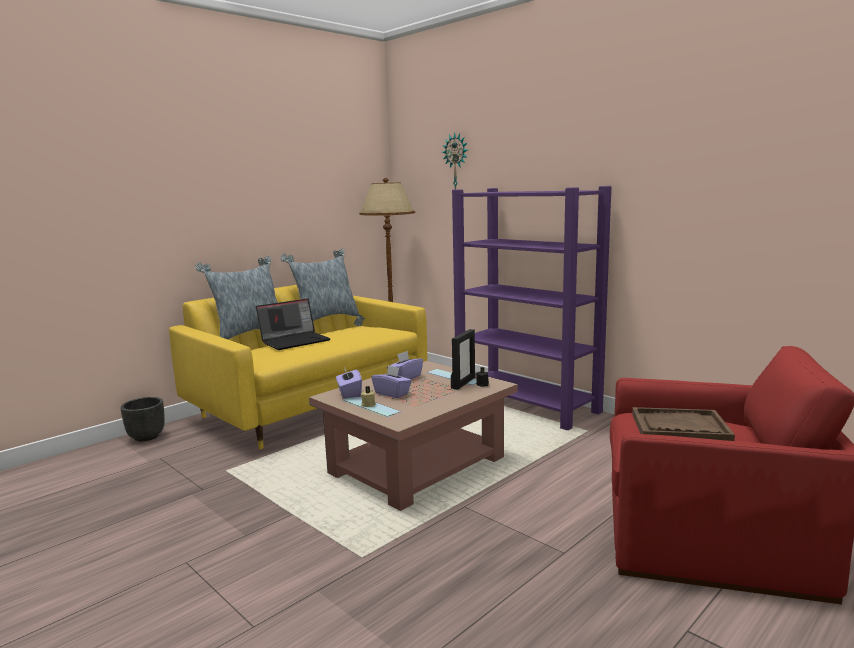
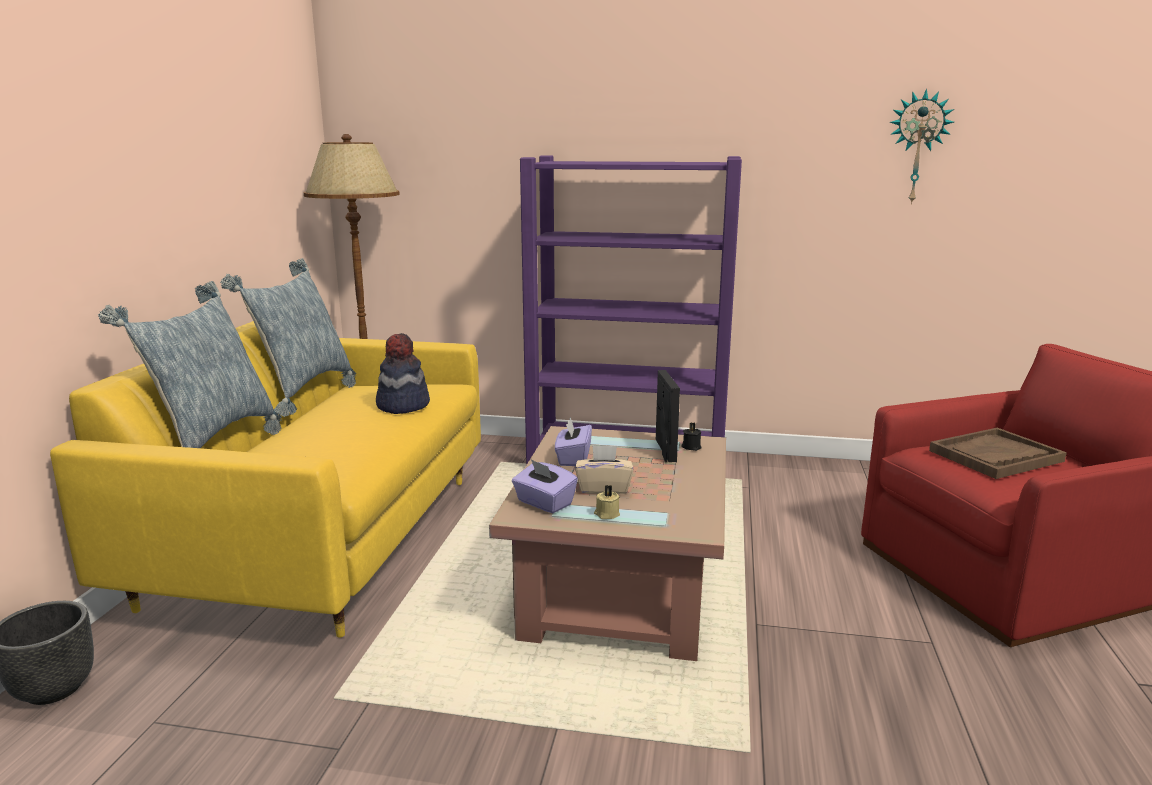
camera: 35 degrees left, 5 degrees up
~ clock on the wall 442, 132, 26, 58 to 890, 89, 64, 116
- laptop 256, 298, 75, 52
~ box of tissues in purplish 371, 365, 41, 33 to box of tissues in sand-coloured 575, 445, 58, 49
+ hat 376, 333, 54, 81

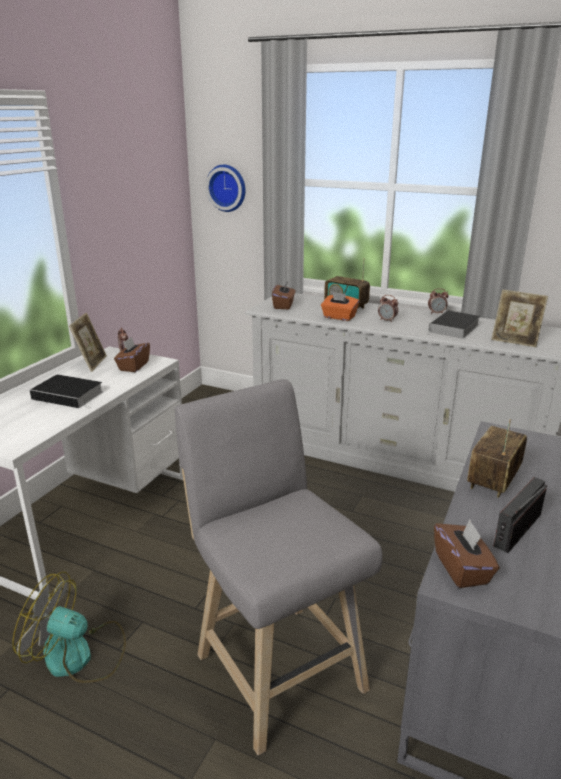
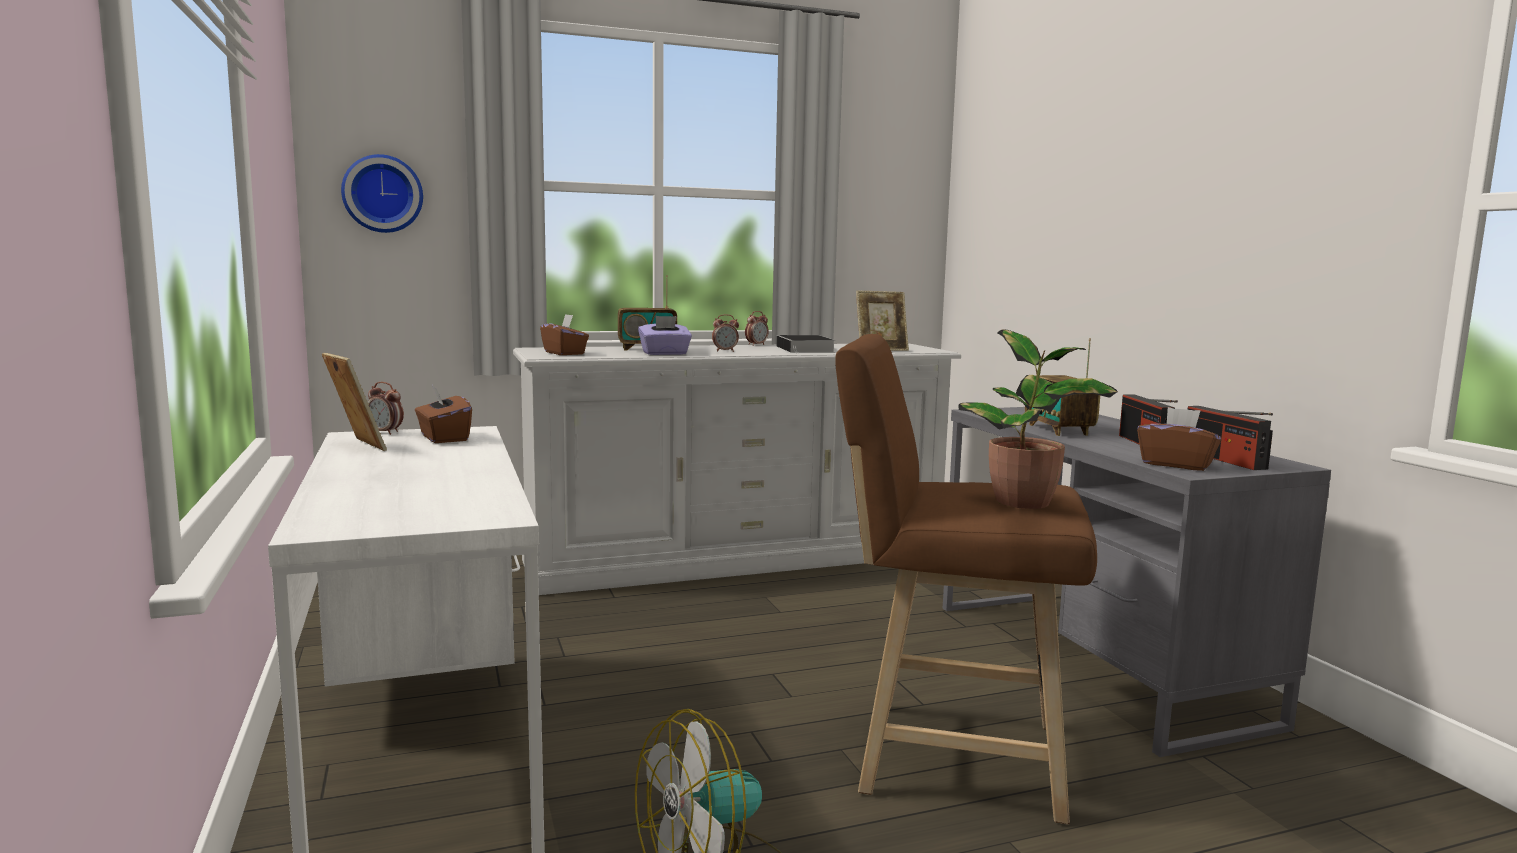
camera: 45 degrees left, 15 degrees down
~ box of tissues in orange 321, 292, 38, 29 to box of tissues in purplish 638, 316, 54, 39
- book 30, 375, 73, 34
~ sitting stool in greyish 175, 379, 208, 377 to sitting stool in brownish 835, 334, 262, 490
+ potted plant 959, 330, 159, 179
+ radio set 1187, 406, 86, 64

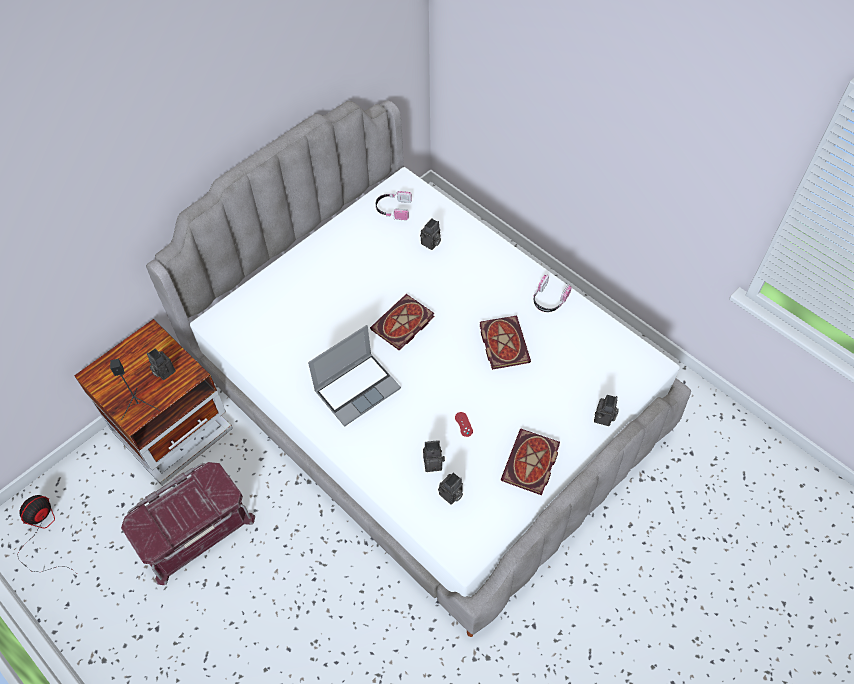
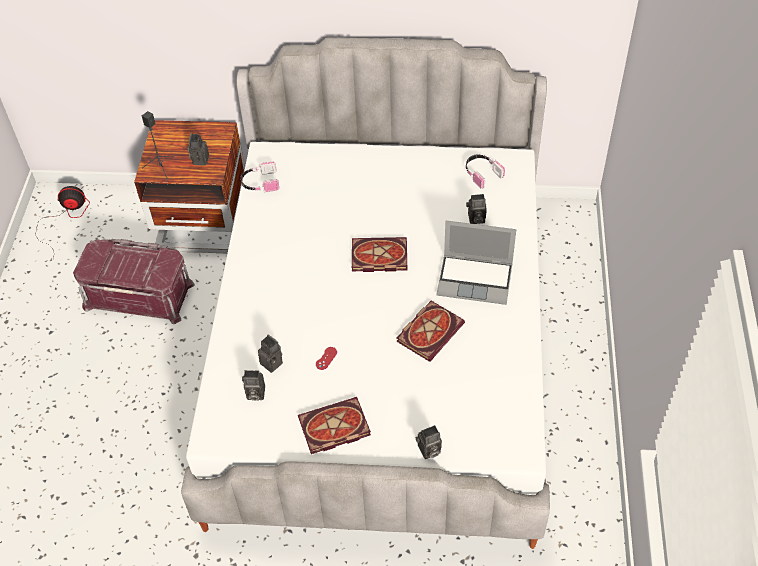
camera: 50 degrees right, 5 degrees down
~ headphones 534, 275, 38, 37 to 241, 162, 38, 30
~ laptop 308, 325, 93, 102 to 437, 221, 79, 84

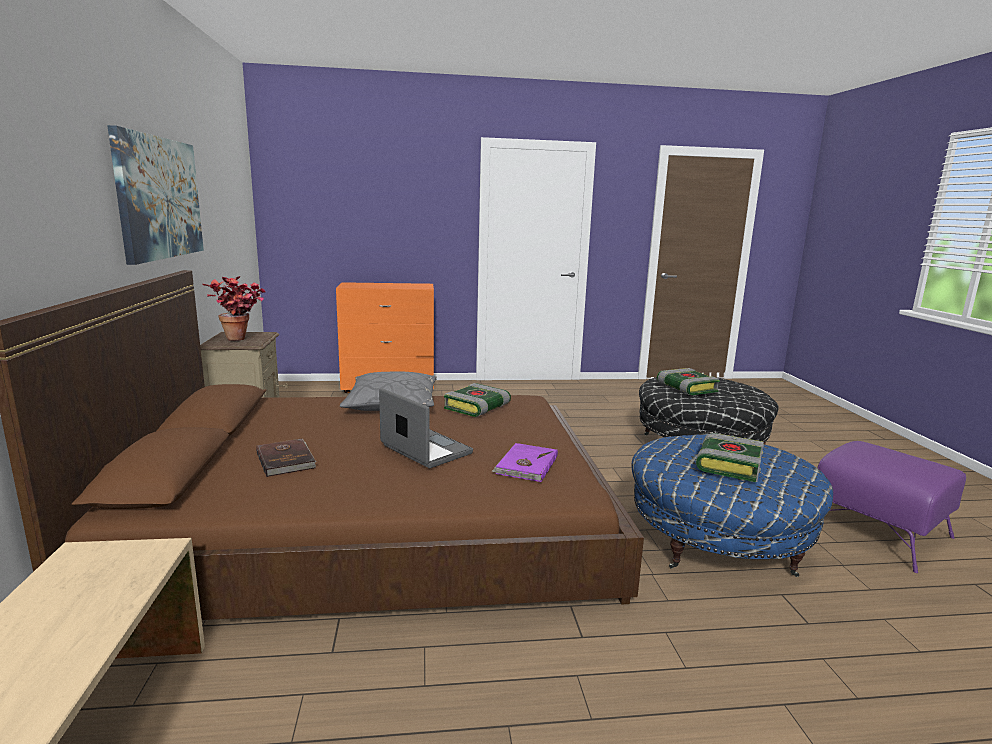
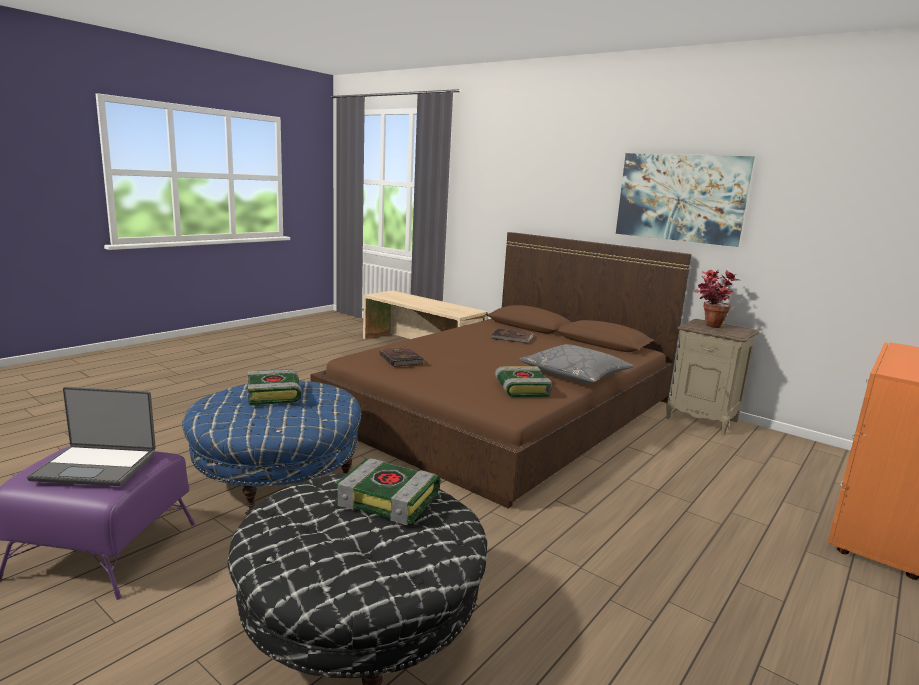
camera: 135 degrees right, 0 degrees up
~ laptop 379, 388, 94, 80 to 27, 387, 129, 99
~ book in purplish 492, 443, 66, 39 to book in brownish 379, 347, 45, 20

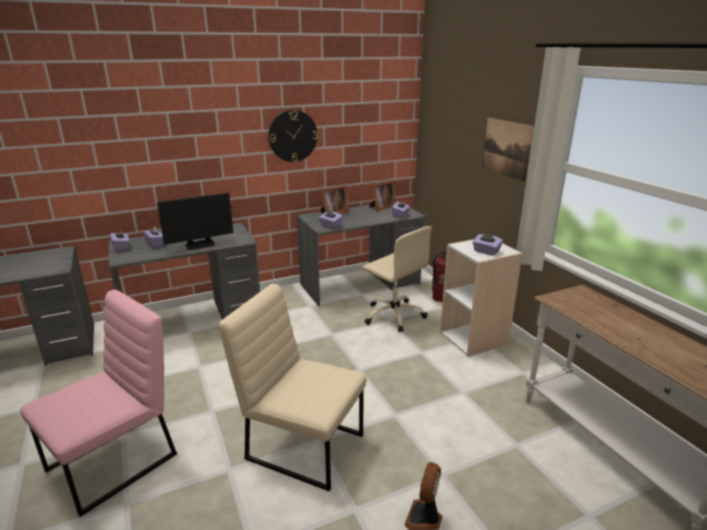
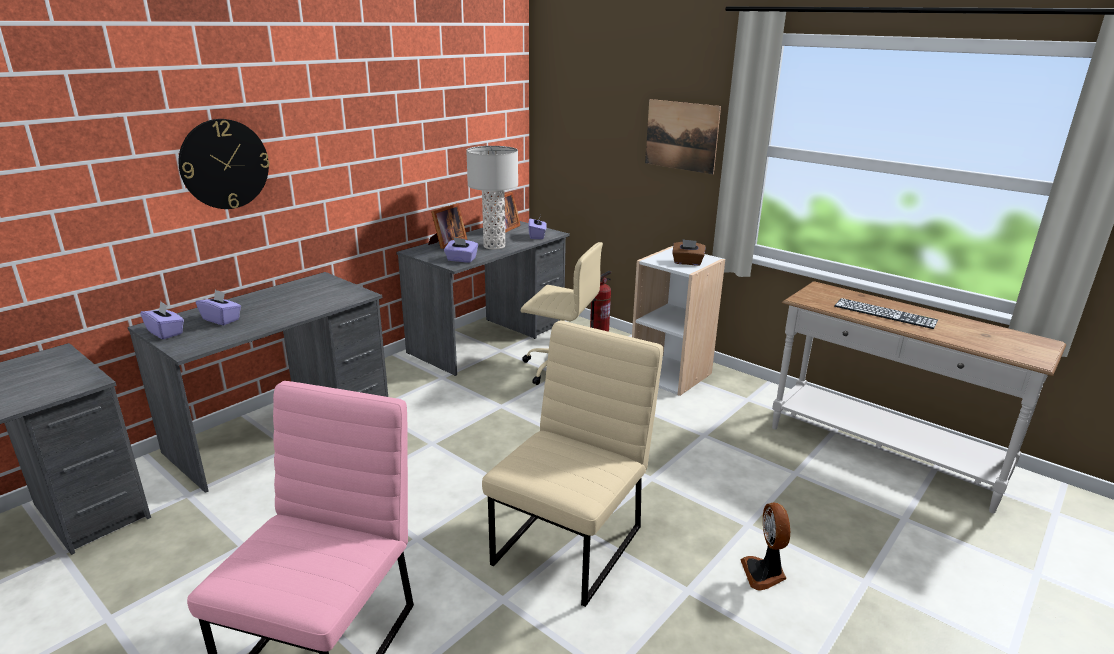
camera: 25 degrees left, 0 degrees up
~ clock on the wall 268, 110, 50, 52 to 179, 119, 91, 90
- computer display 157, 193, 76, 57
~ box of tissues in purplish 473, 232, 30, 24 to box of tissues in brownish 672, 239, 34, 27
~ plain chair in sand-coloured 219, 284, 147, 207 = 482, 321, 181, 286 120 degrees clockwise
+ lamp for a table in whitish 466, 146, 52, 104
+ computer keyboard 834, 298, 104, 31

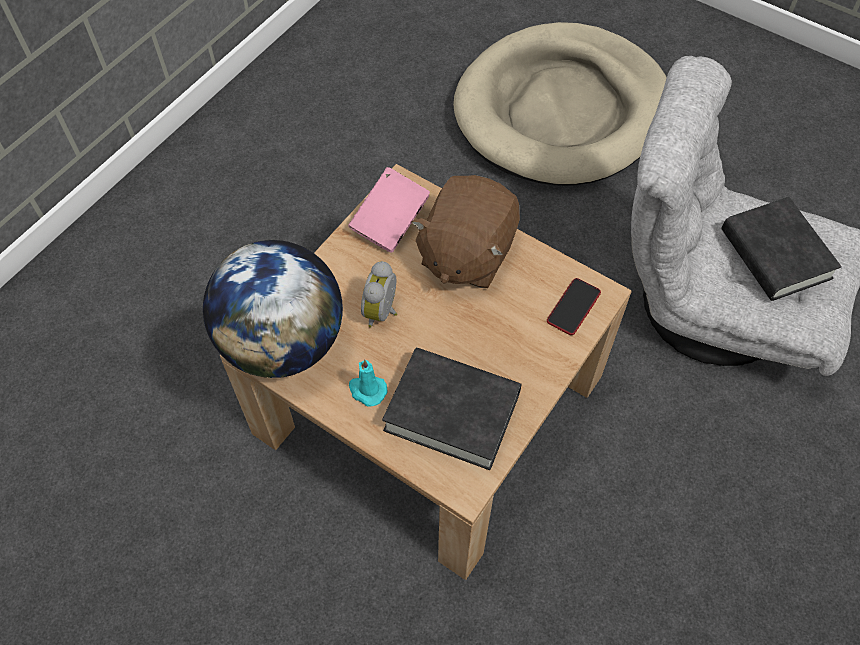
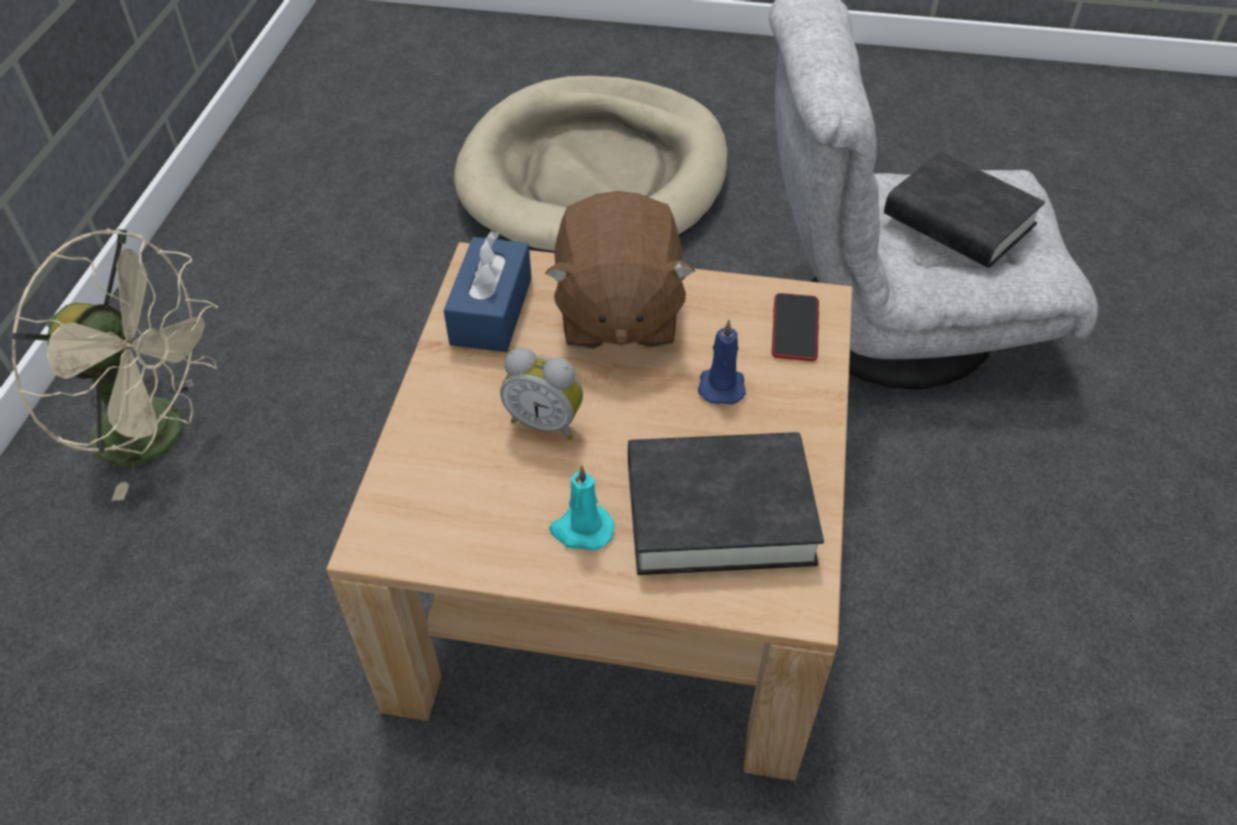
camera: 25 degrees left, 10 degrees down
~ book in pink-coloured 348, 167, 82, 86 to box of tissues in bluish 444, 231, 88, 121
- world globe 203, 240, 140, 138
~ alarm clock 361, 261, 36, 67 = 500, 347, 83, 93 60 degrees counterclockwise
+ electric fan in sand-coloured 9, 229, 209, 271
+ candle in bluish 698, 320, 48, 85

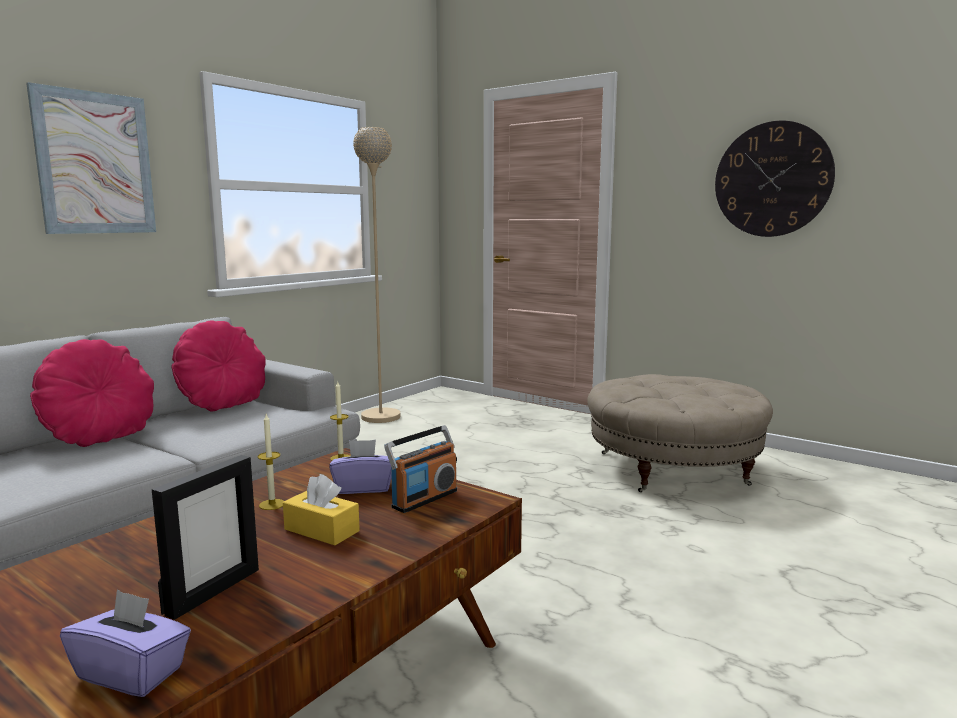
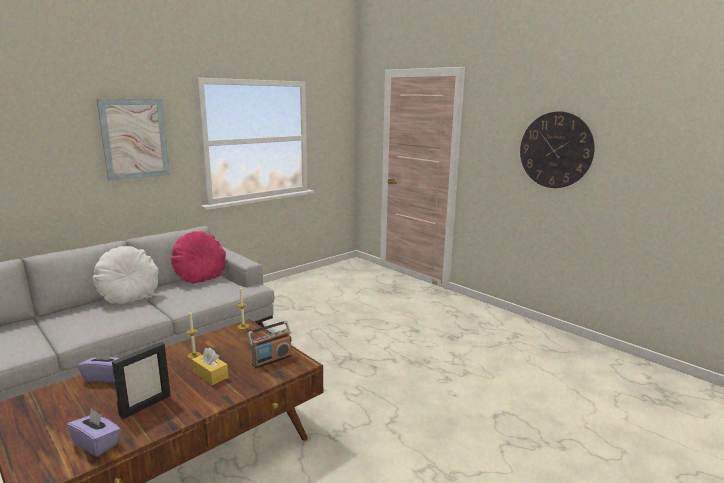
camera: 10 degrees right, 5 degrees up
- standard lamp in sand-coloured 353, 127, 47, 296
~ throw pillow in pink-coloured 30, 339, 124, 108 to throw pillow in whitish 93, 246, 66, 59
- ottoman in sand-coloured 587, 374, 186, 118
~ box of tissues in purplish 329, 440, 63, 54 to 78, 349, 41, 34

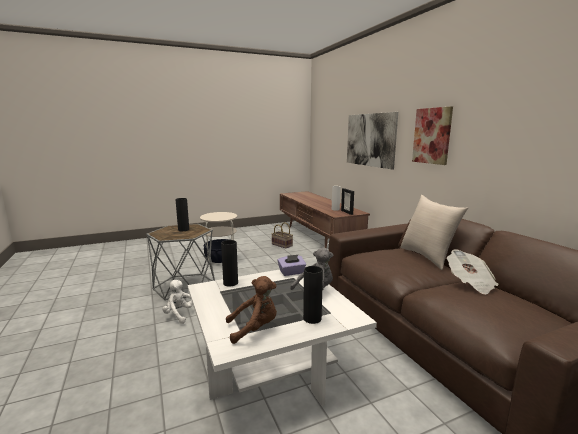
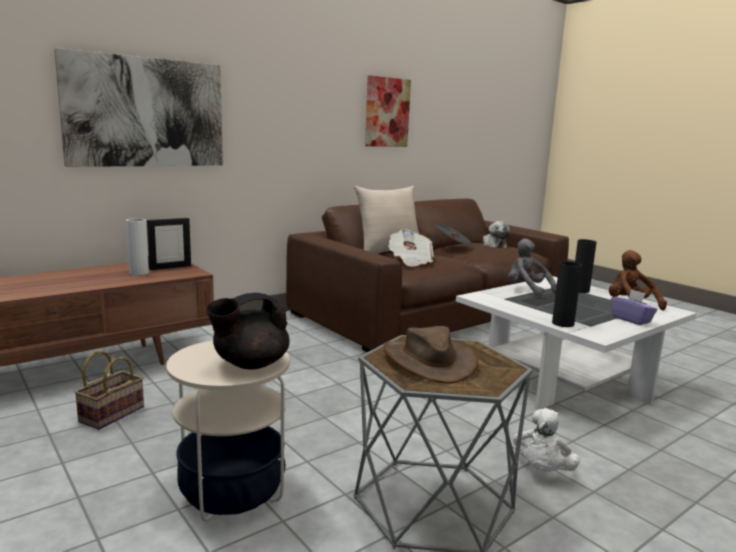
camera: 105 degrees left, 0 degrees up
~ wall art 412, 106, 41, 59 to 365, 75, 46, 72
~ flower vase in black 175, 198, 14, 33 to hat in brownish 383, 326, 95, 58
~ box of tissues in purplish 278, 255, 28, 21 to 611, 289, 46, 36
+ soft toy 483, 221, 27, 27
+ printed paper 388, 229, 45, 38
+ teapot in black 206, 293, 84, 77

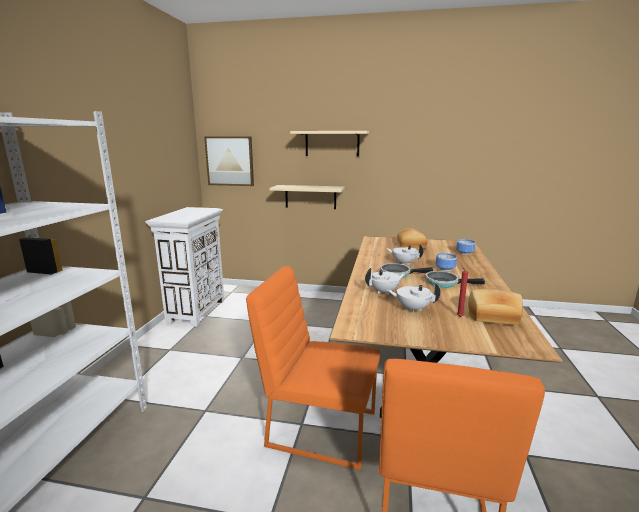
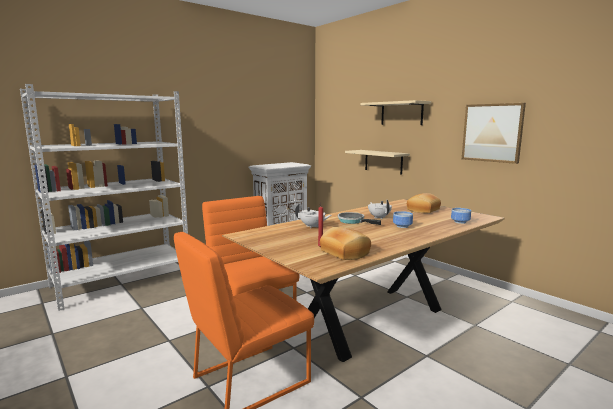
camera: 40 degrees right, 5 degrees down
~ wall art 204, 136, 50, 50 to 462, 103, 64, 61
- pan 425, 271, 60, 17
- teapot in whitish 387, 283, 53, 30

